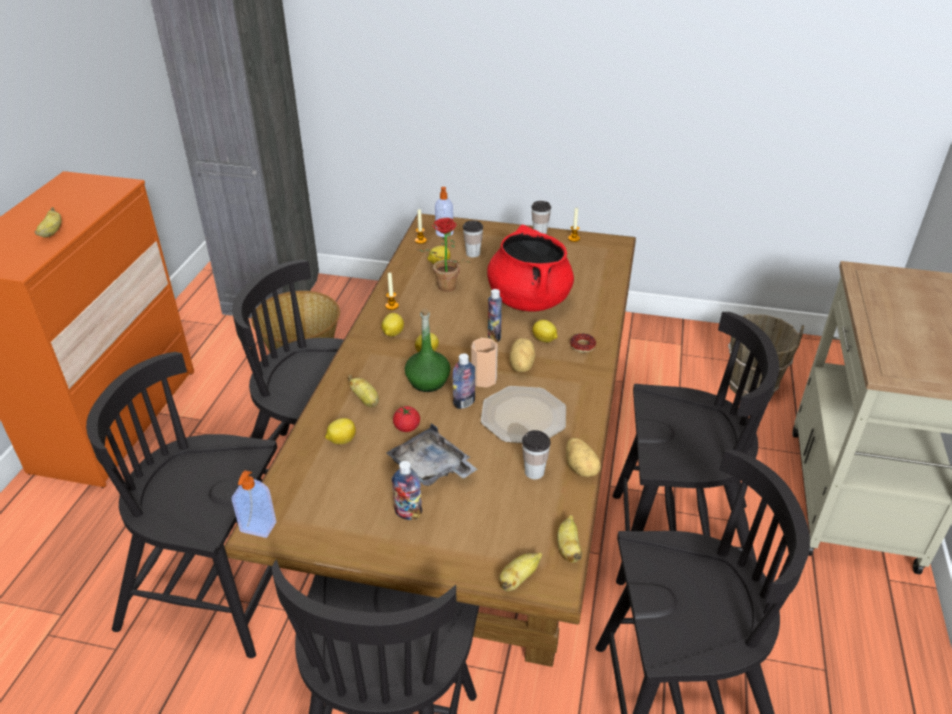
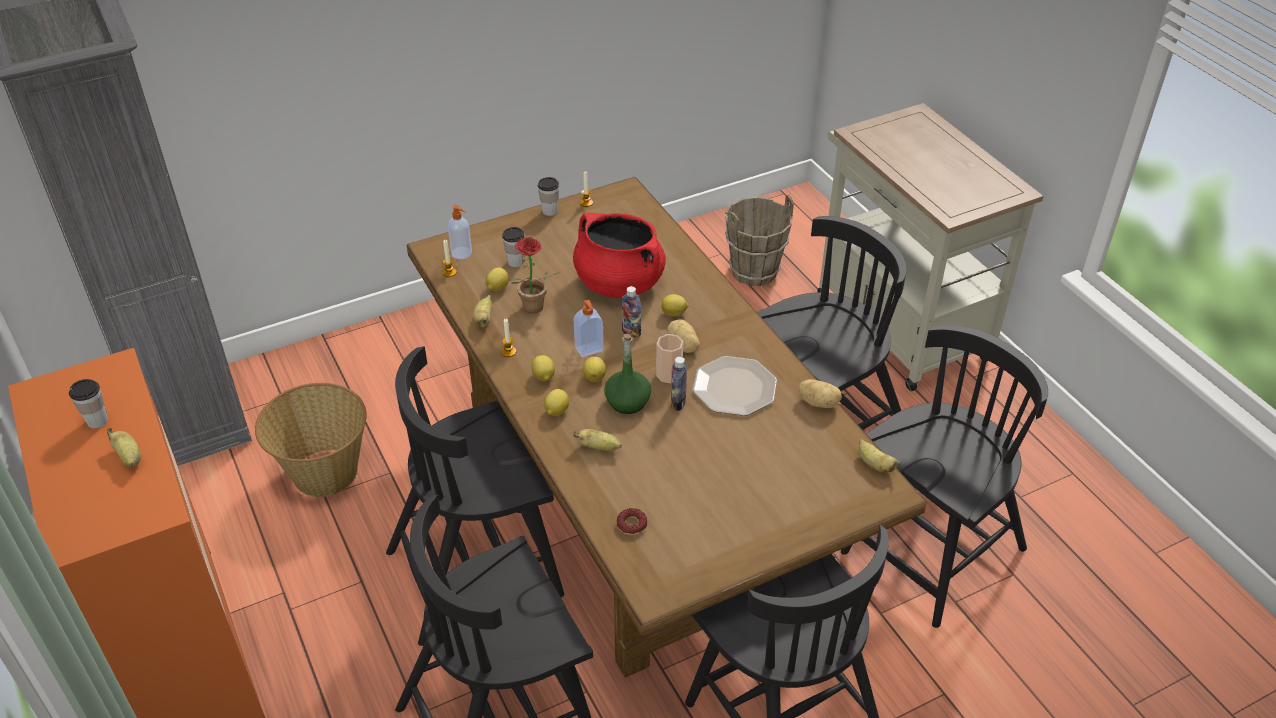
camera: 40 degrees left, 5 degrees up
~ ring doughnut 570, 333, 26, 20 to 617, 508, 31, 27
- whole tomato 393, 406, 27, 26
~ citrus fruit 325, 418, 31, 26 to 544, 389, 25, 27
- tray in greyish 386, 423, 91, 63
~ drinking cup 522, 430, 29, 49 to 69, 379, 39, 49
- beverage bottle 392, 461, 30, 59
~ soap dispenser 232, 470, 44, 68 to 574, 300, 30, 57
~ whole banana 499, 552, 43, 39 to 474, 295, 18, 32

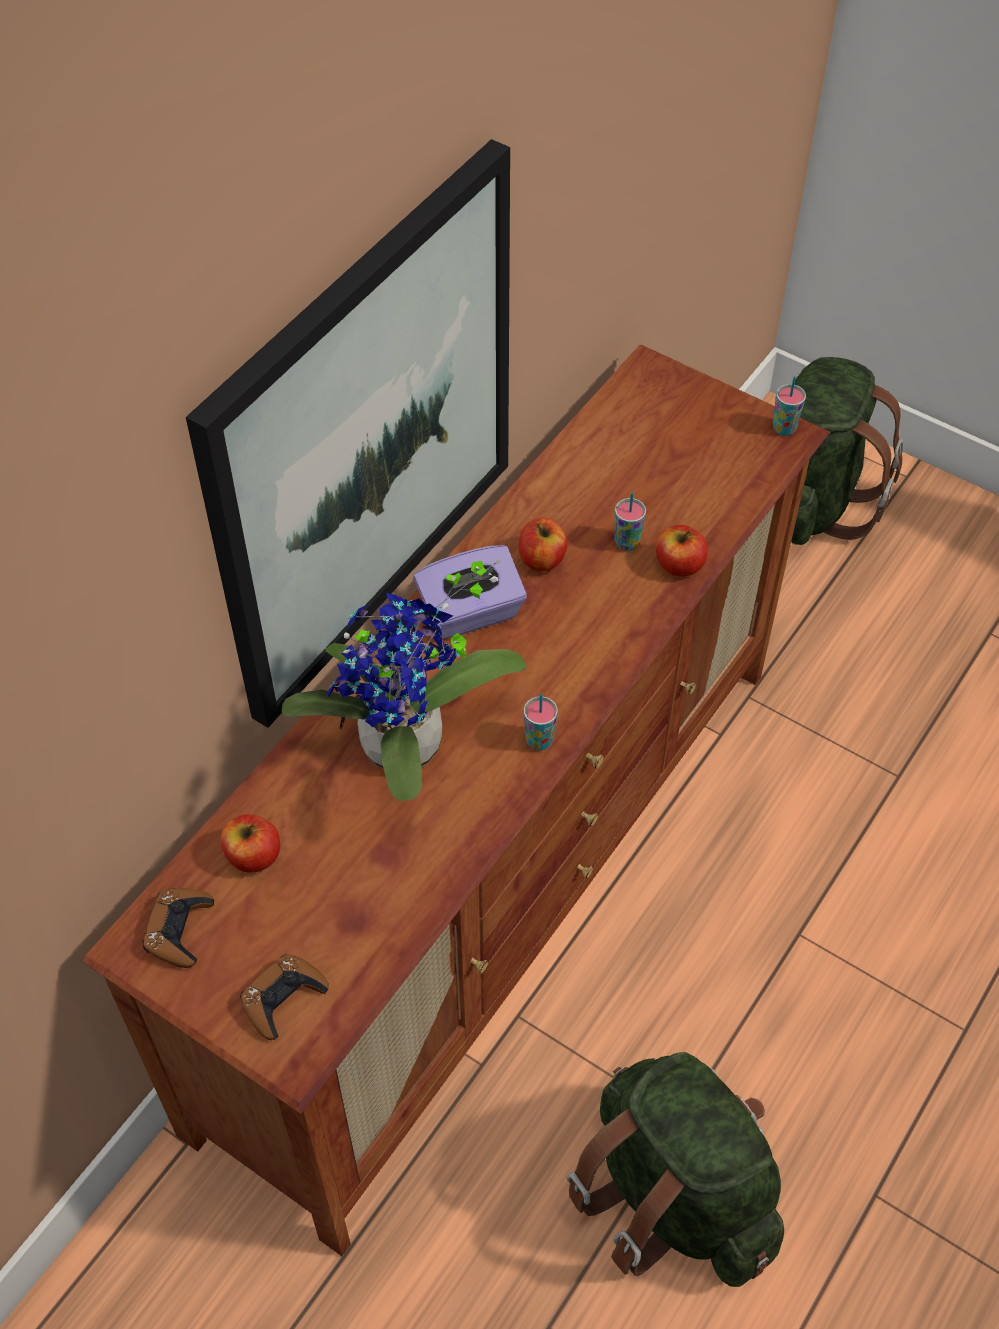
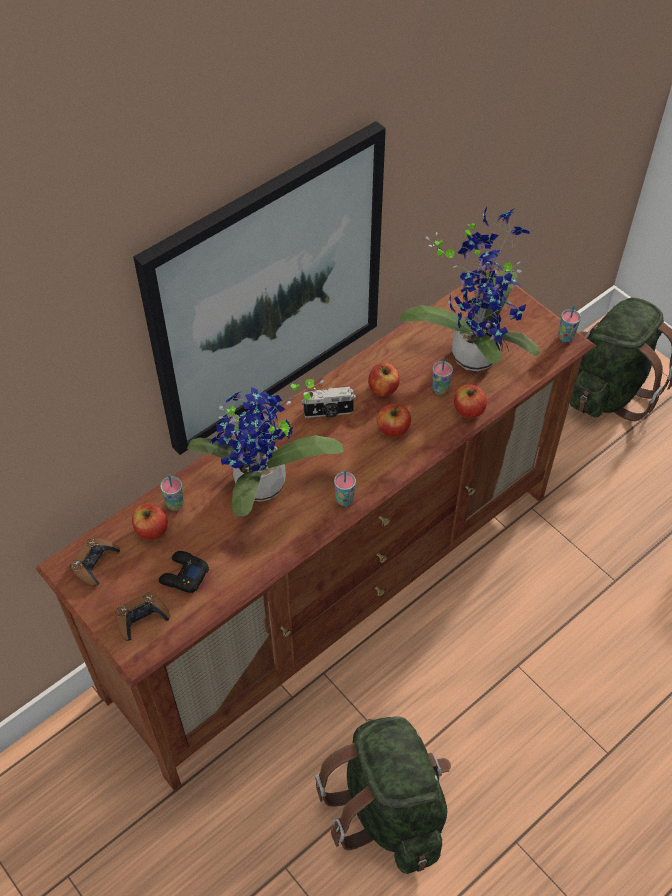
camera: 15 degrees right, 0 degrees up
~ box of tissues in purplish 413, 545, 114, 94 to photo camera 301, 386, 55, 32
+ potted plant 400, 206, 140, 165
+ apple fruit 377, 404, 34, 33
+ drinking cup 160, 475, 24, 36
+ game controller in black 159, 551, 50, 42

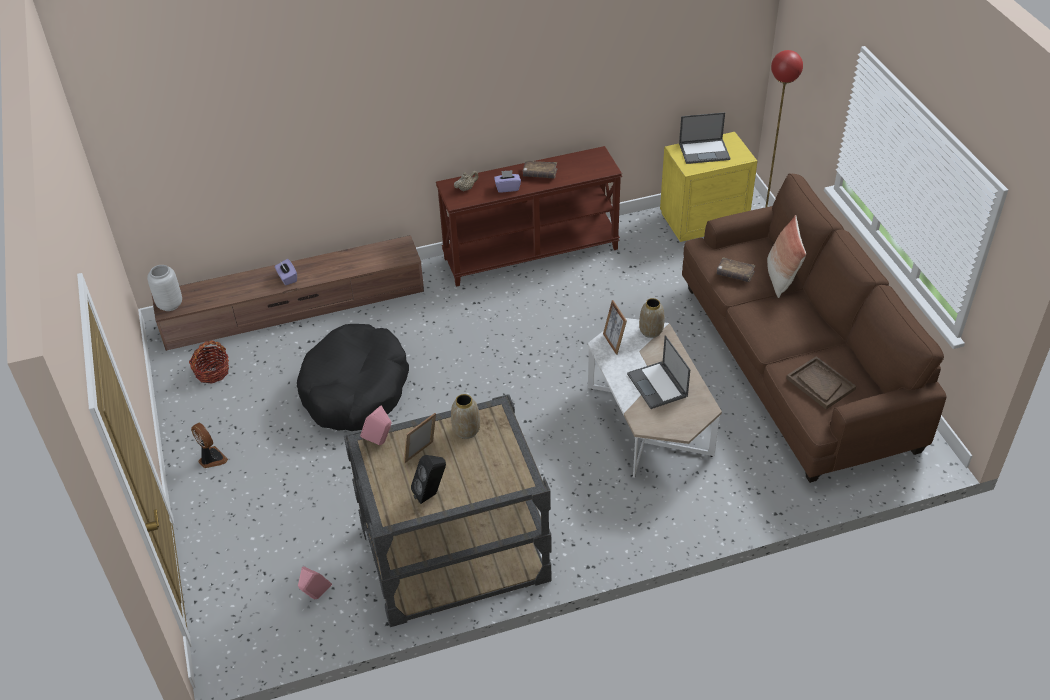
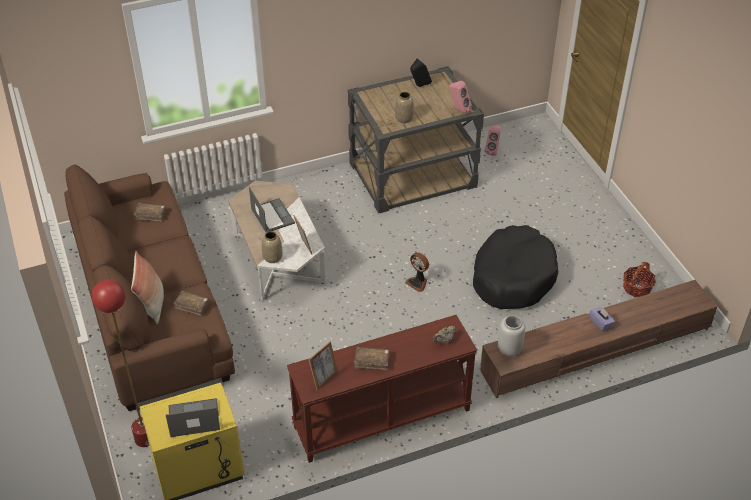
camera: 175 degrees right, 0 degrees up
- box of tissues in purplish 494, 170, 27, 23
~ flower vase in greyish 147, 265, 35, 46 to 498, 315, 27, 41
~ tray in brownish 786, 356, 70, 53 to book in brownish 134, 203, 32, 19
~ photo frame 404, 413, 32, 50 to 309, 341, 29, 49
~ electric fan 191, 423, 37, 45 to 405, 252, 24, 40

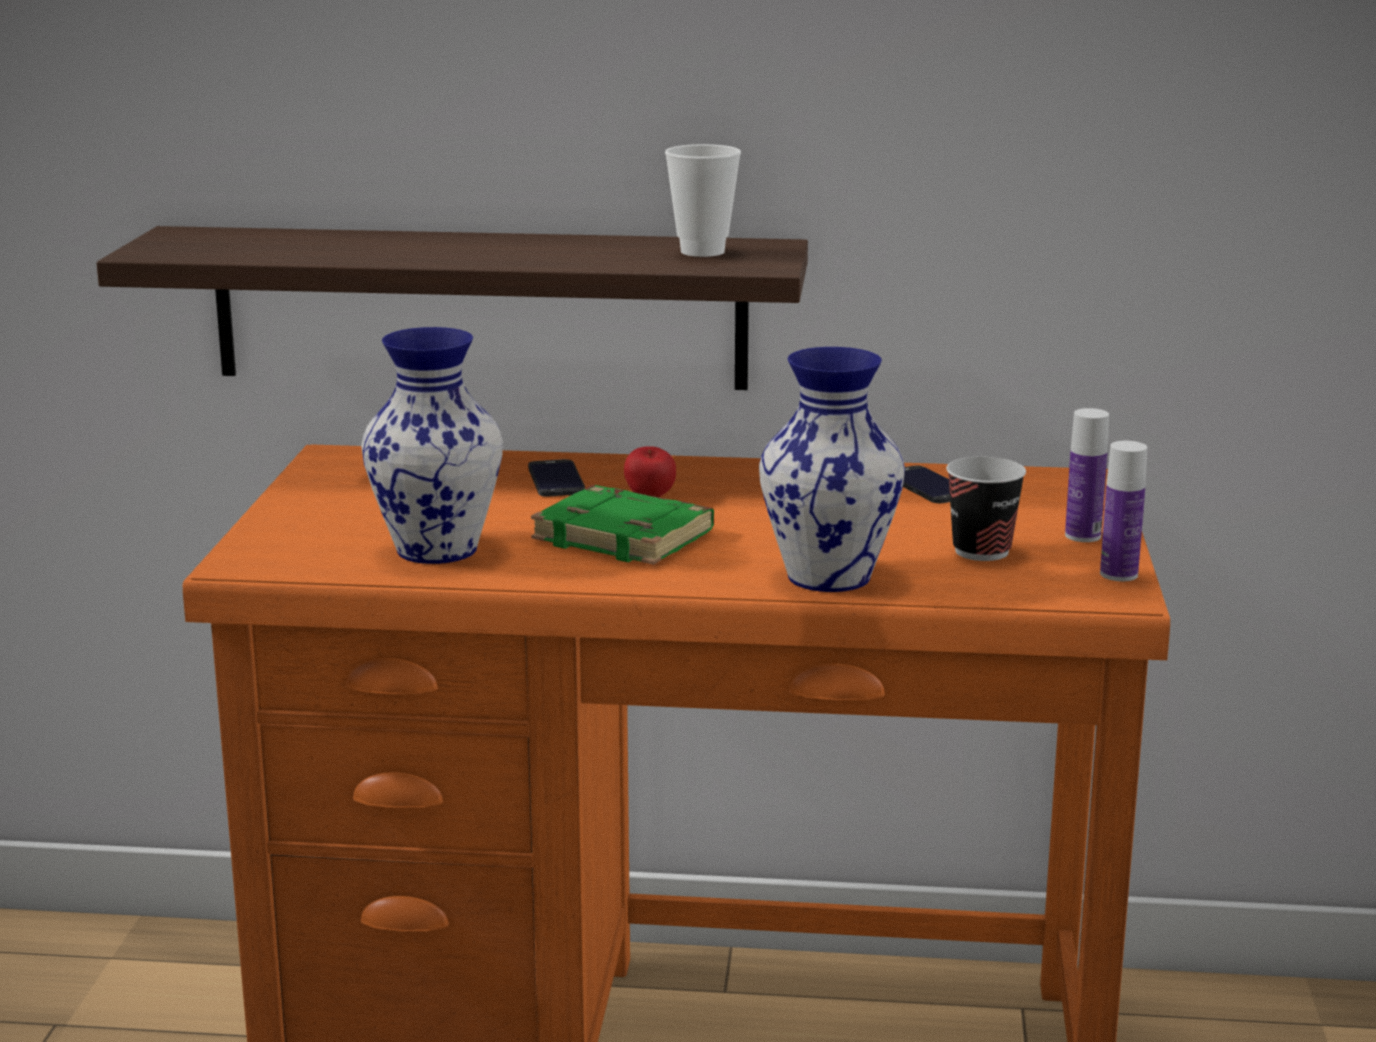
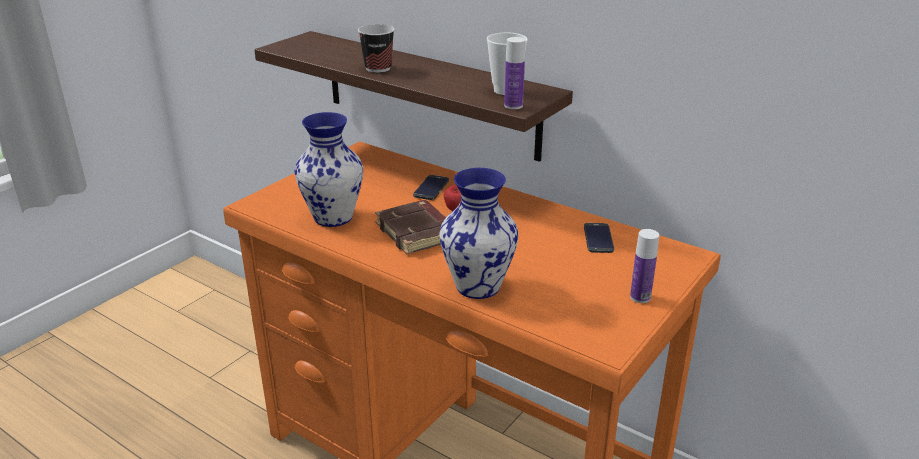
camera: 30 degrees right, 10 degrees up
~ beverage bottle 1100, 441, 47, 140 to 504, 37, 21, 72
~ drinking cup 946, 457, 80, 104 to 358, 24, 37, 49
~ book in green-coloured 531, 485, 183, 80 to book in brownish 375, 200, 71, 54

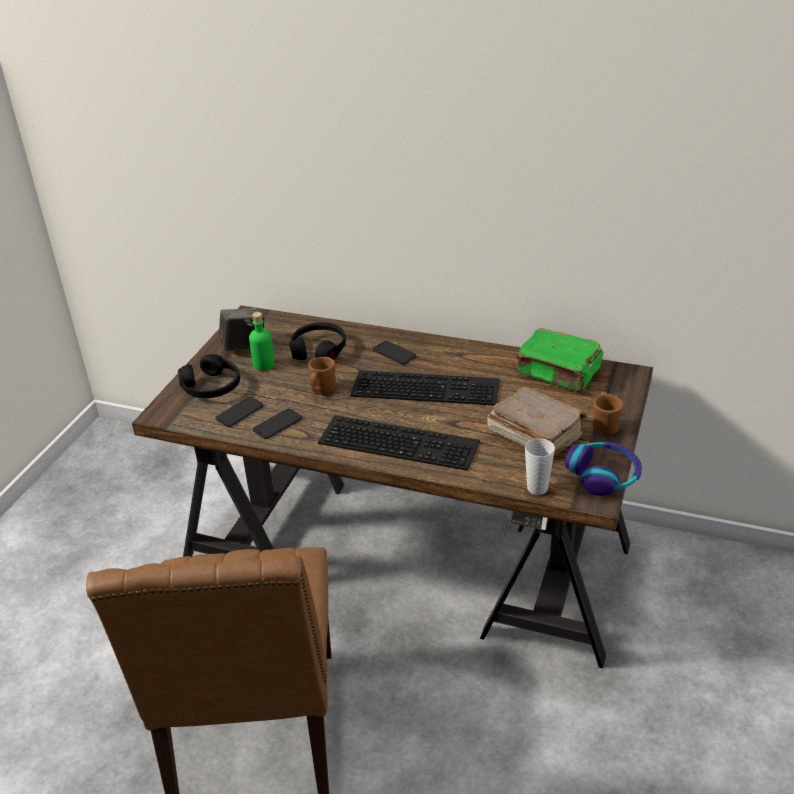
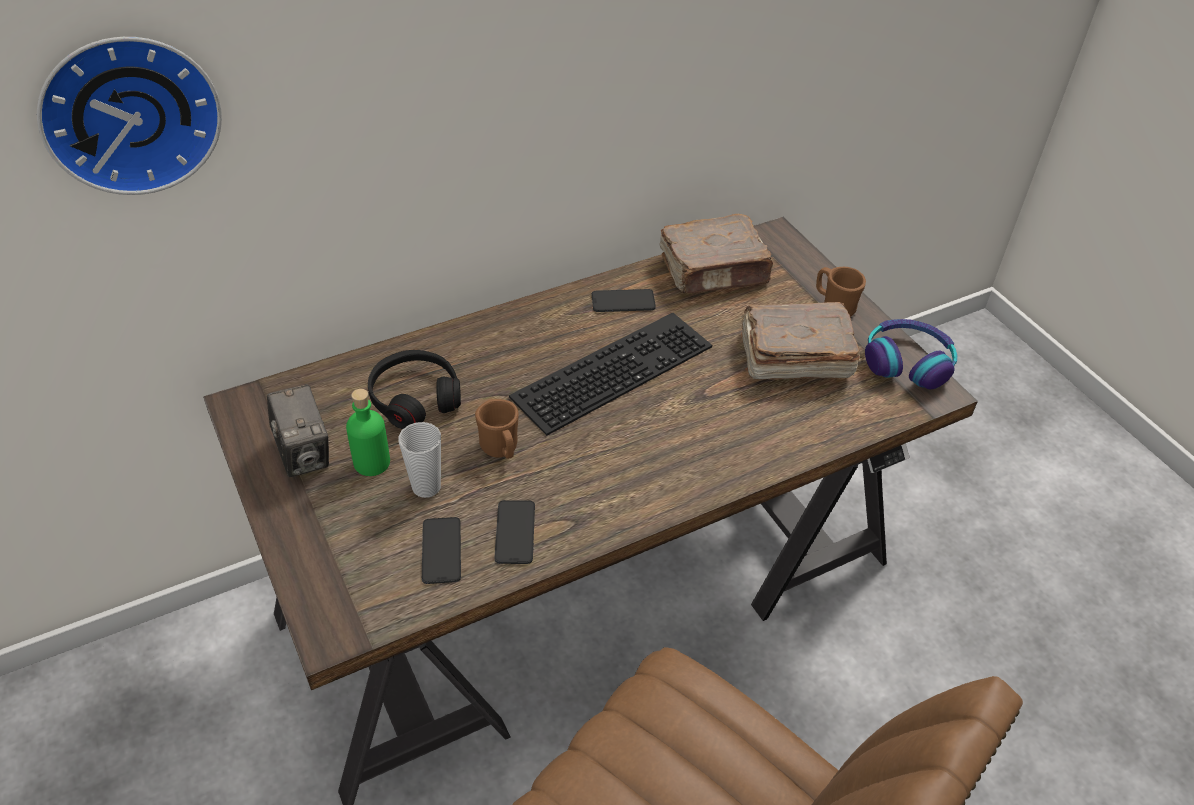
camera: 50 degrees left, 10 degrees up
~ photo camera 219, 308, 45, 43 = 267, 384, 62, 93 135 degrees clockwise
~ book in green-coloured 515, 328, 88, 65 to book in brownish 660, 214, 114, 80
~ telephone 373, 341, 43, 24 to 592, 289, 64, 23
- headphones in black 178, 354, 62, 44
- computer keyboard 318, 415, 162, 56
~ drinking cup 525, 438, 30, 57 to 399, 422, 42, 76
+ clock on the wall 37, 37, 185, 158

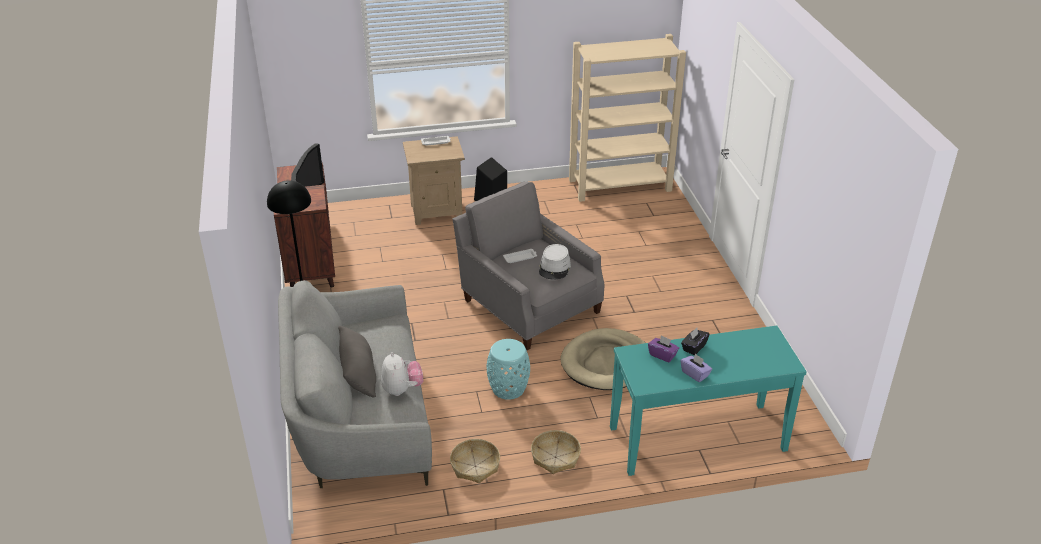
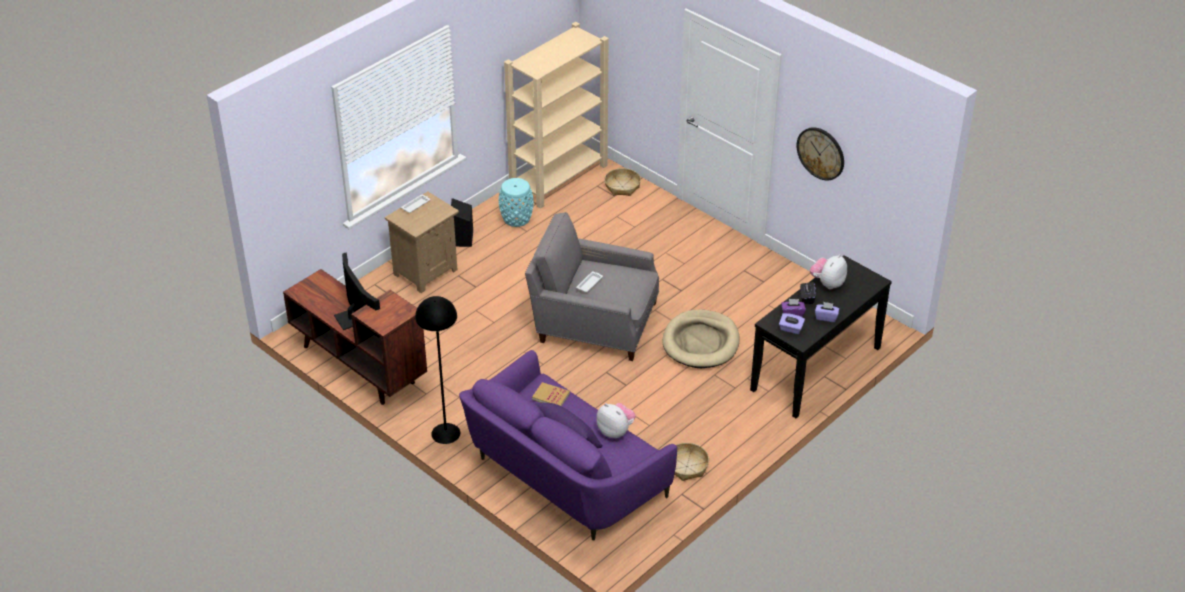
camera: 35 degrees left, 5 degrees up
- hat in greyish 539, 244, 32, 35
~ couch in greyish 278, 280, 154, 208 to couch in purplish 459, 350, 218, 191
~ narrow table in blue-green 610, 326, 197, 150 to narrow table in black 750, 255, 142, 163
~ sitting stool in blue-green 487, 339, 43, 61 to 499, 178, 35, 49
~ storage basket 531, 430, 50, 44 to 604, 168, 37, 28
+ clock on the wall 796, 127, 48, 54
+ soft toy 810, 255, 37, 35
+ box of tissues in purplish 779, 313, 26, 21
+ book 532, 382, 38, 24

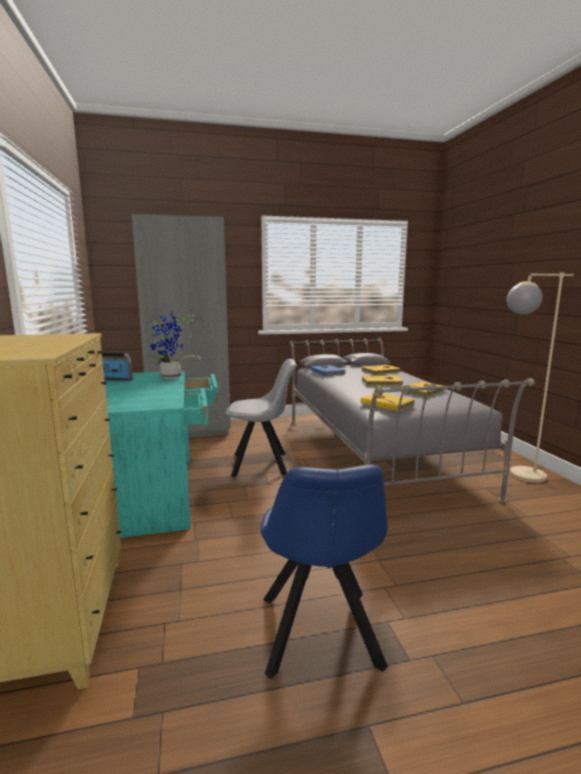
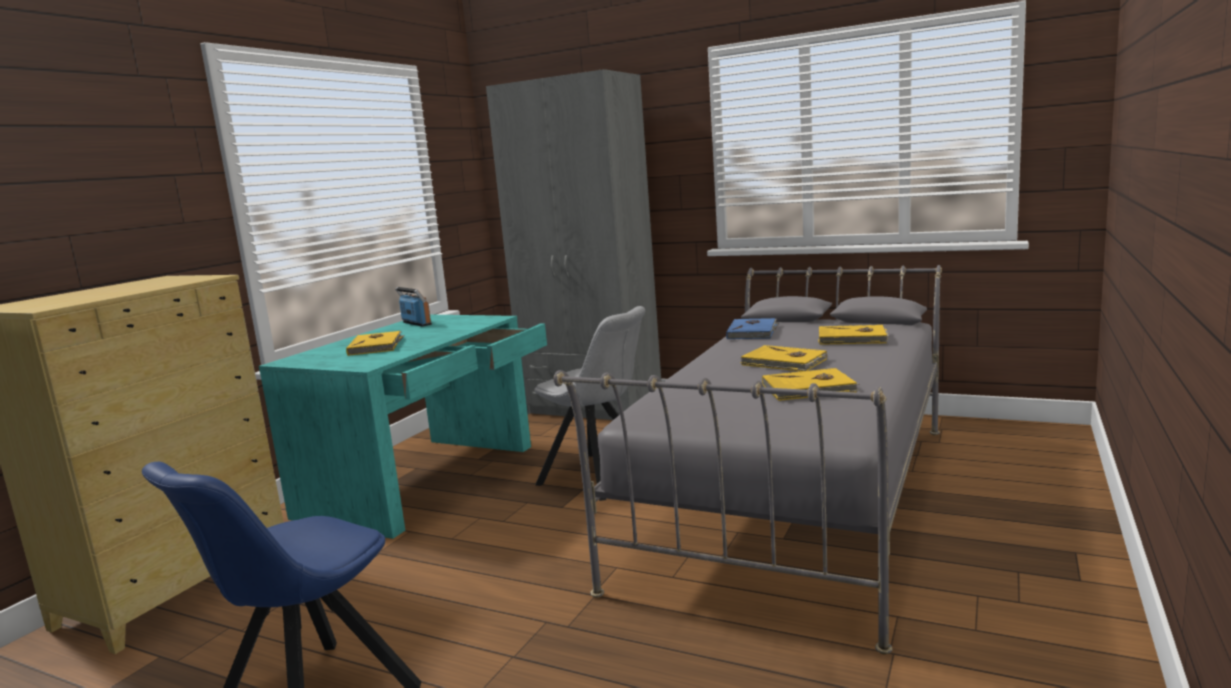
camera: 40 degrees right, 0 degrees up
- standard lamp in sand-coloured 507, 272, 67, 211
- potted plant 143, 310, 61, 69
~ book in yellow-coloured 361, 394, 54, 17 to 346, 331, 59, 25

